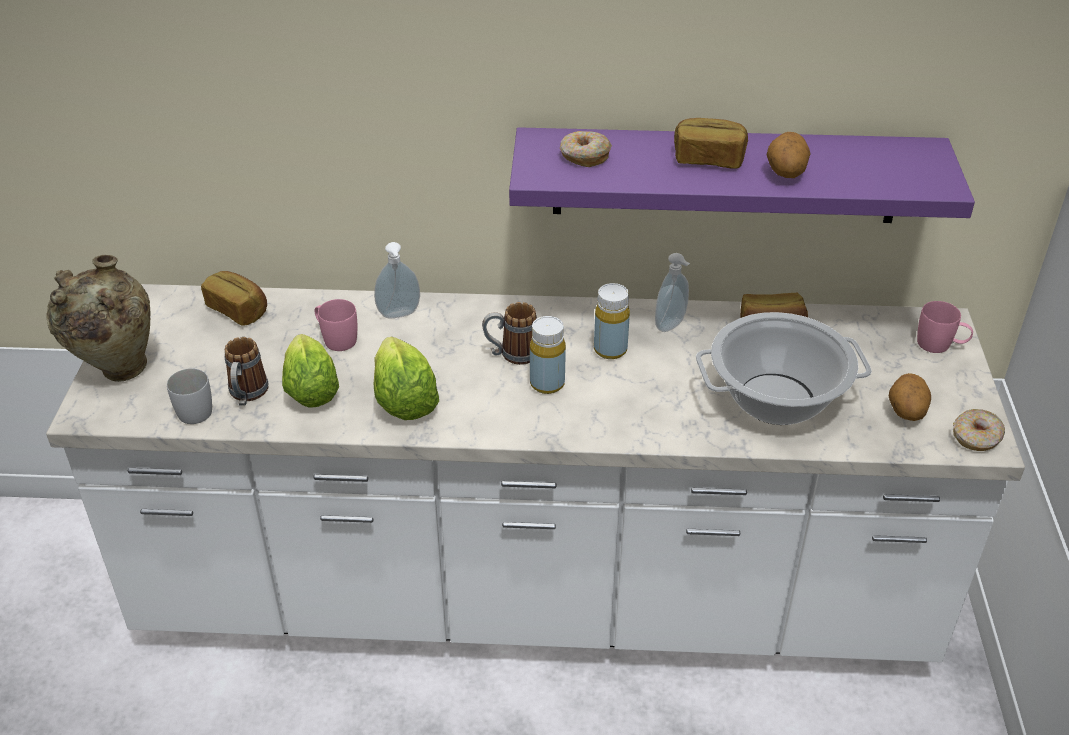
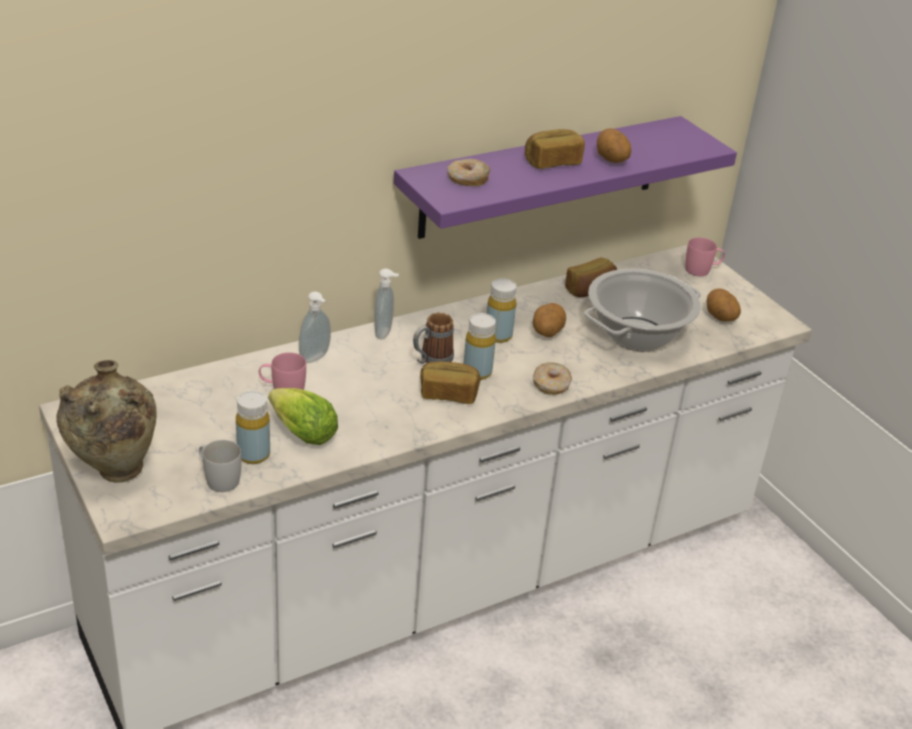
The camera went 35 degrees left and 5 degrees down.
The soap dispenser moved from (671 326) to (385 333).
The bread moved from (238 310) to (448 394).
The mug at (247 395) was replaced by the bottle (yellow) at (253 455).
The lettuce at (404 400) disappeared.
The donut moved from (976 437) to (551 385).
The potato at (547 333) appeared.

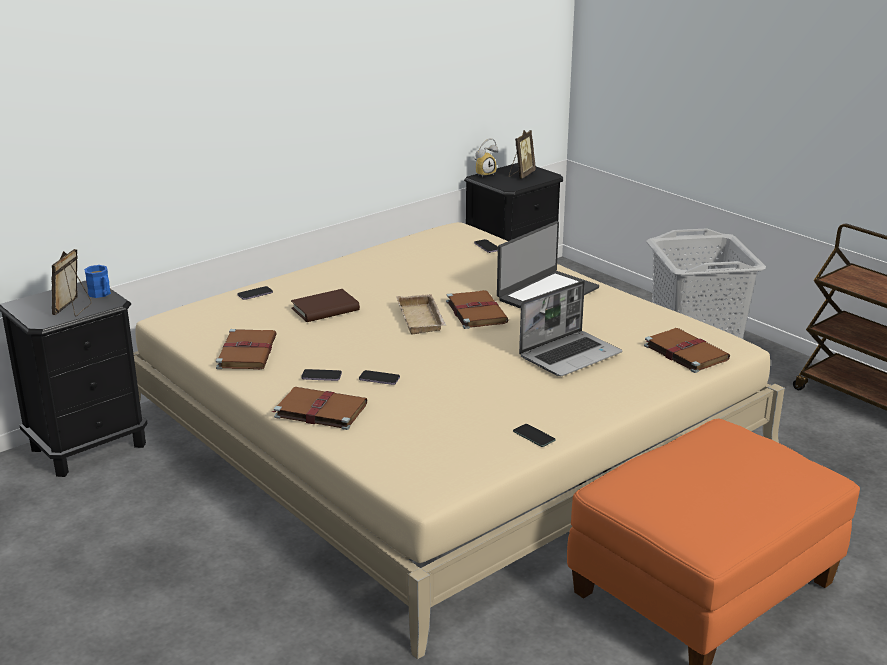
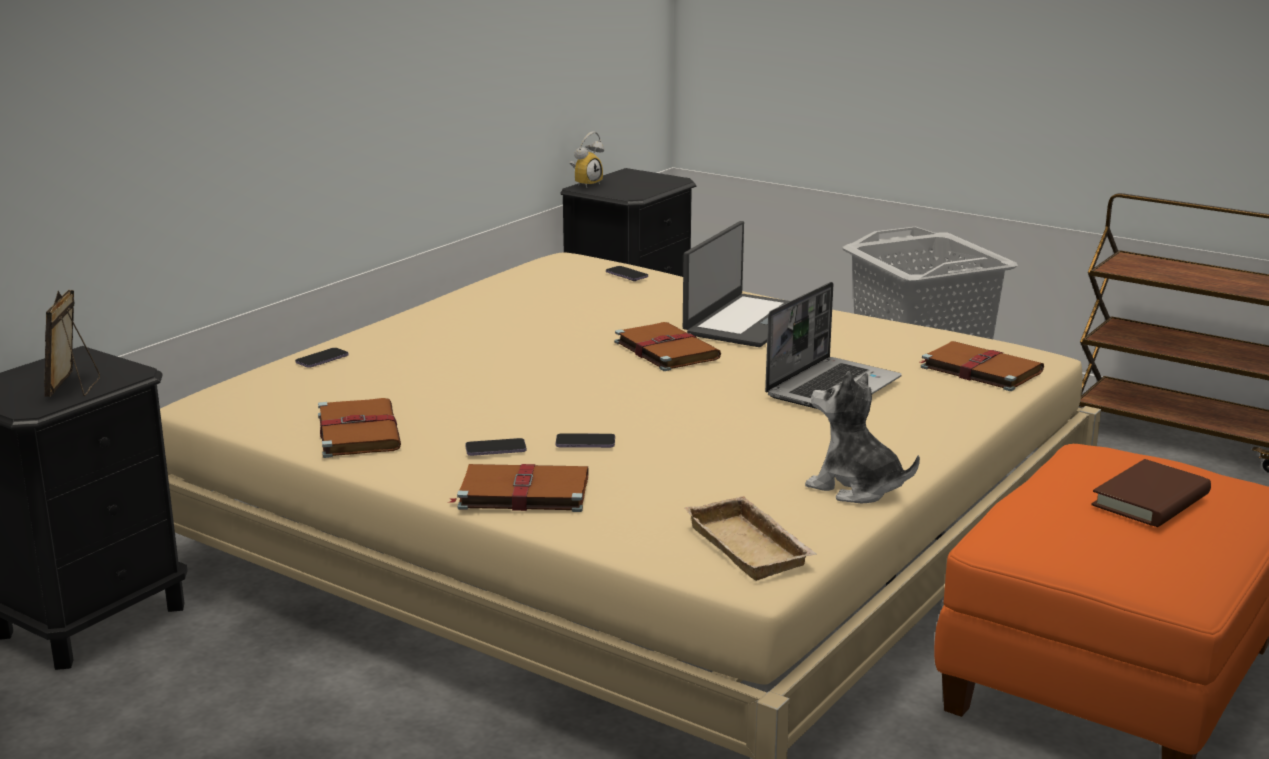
The camera went 15 degrees left and 5 degrees down.
The picture frame at (521 175) disappeared.
The mug (blue) at (101 294) disappeared.
The book (brown) moved from (325 309) to (1151 500).
The tray (beige) moved from (422 319) to (752 547).
The phone at (534 436) was replaced by the plush toy at (855 488).

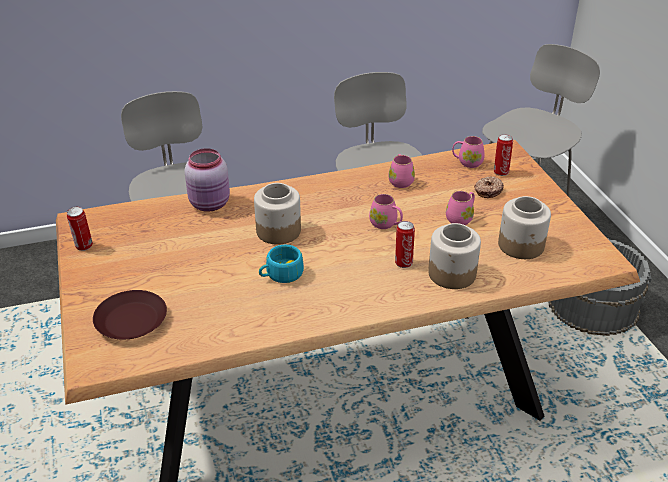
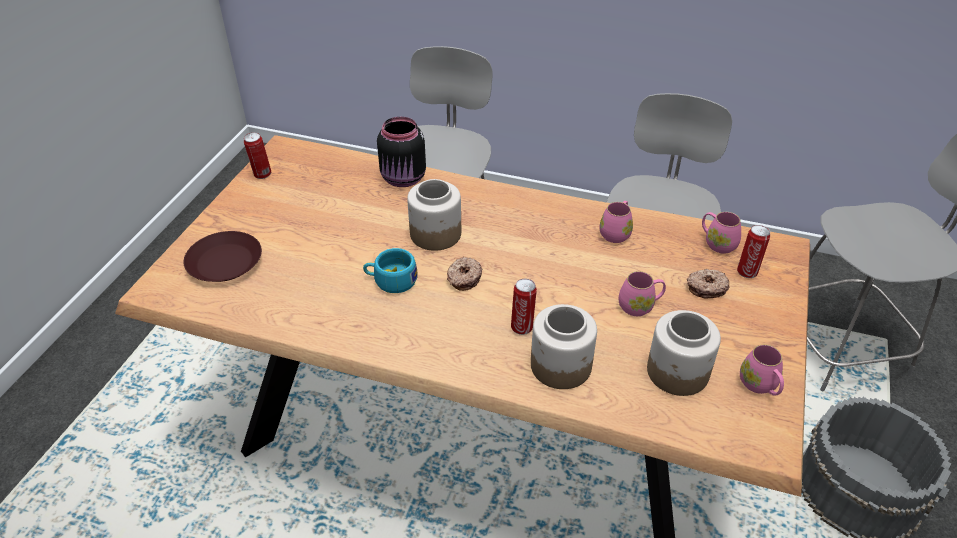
The camera went 35 degrees right and 5 degrees up.
The jar (pink) at (211 204) became the jar (black) at (404 179).
The mug (pink) moved from (386 224) to (760 386).
The donut at (463 278) appeared.

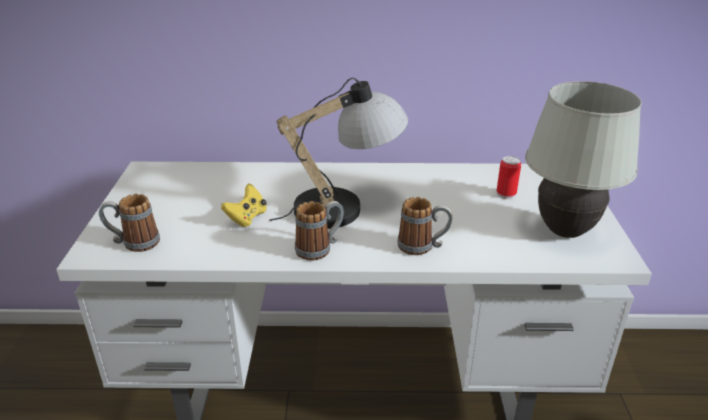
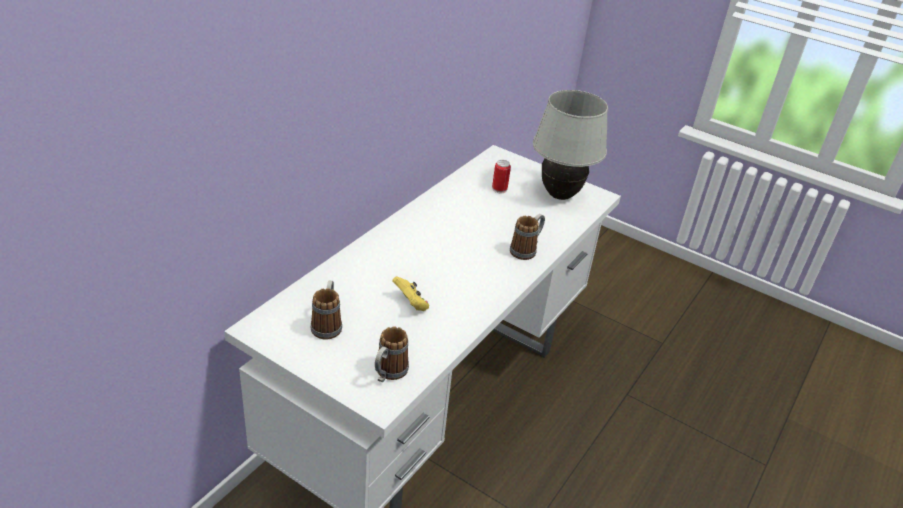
The camera went 60 degrees left and 5 degrees up.
The table lamp at (345 207) disappeared.
The mug moved from (320 248) to (327 324).

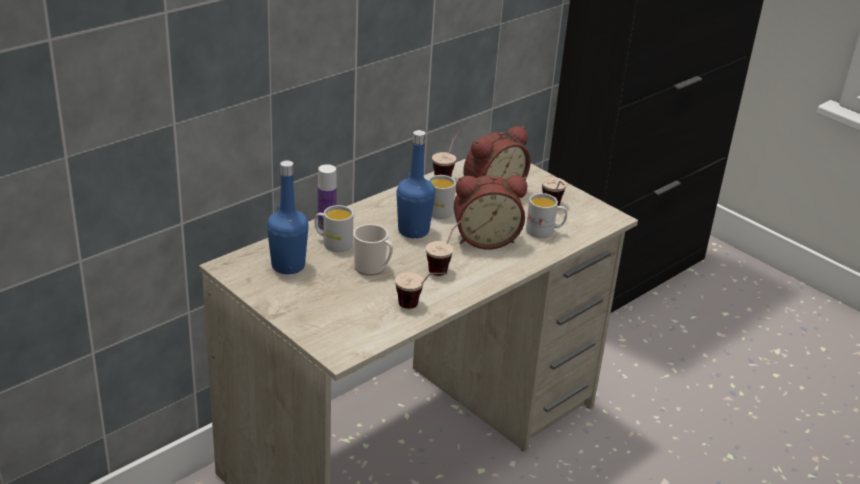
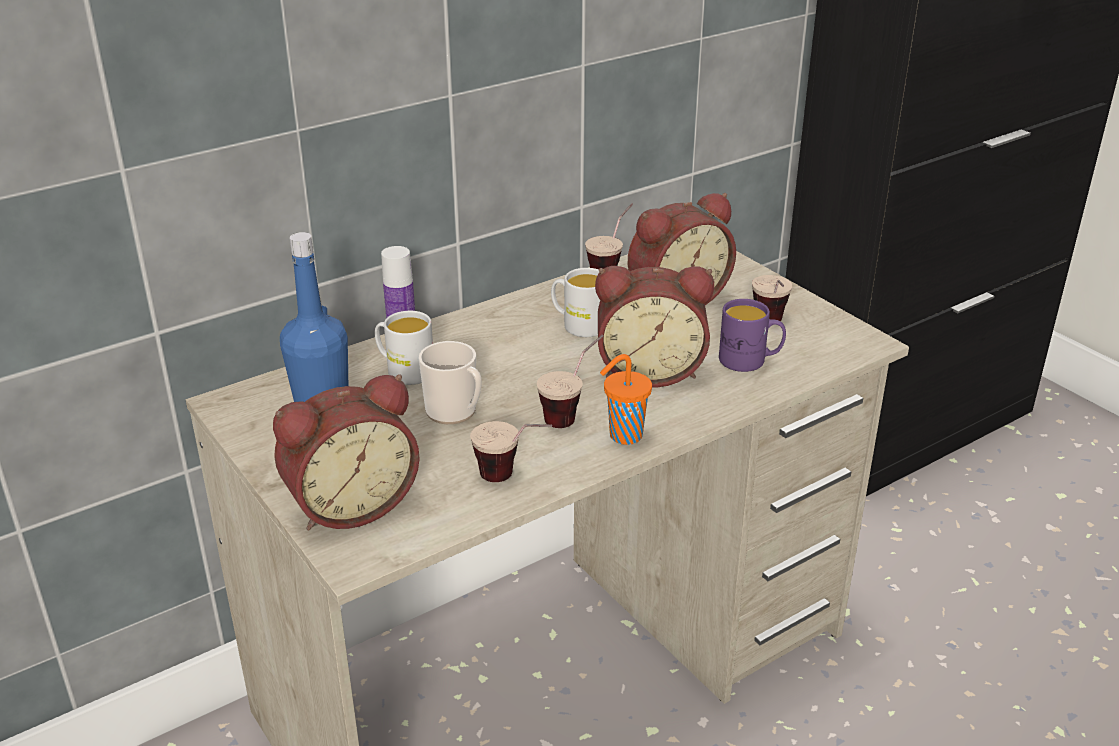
The camera went 10 degrees right and 0 degrees up.
The bottle (blue) at (413 231) disappeared.
The mug (white) at (545 231) became the mug (purple) at (750 361).
The cup (orange) at (623 436) appeared.
The alarm clock at (350 504) appeared.

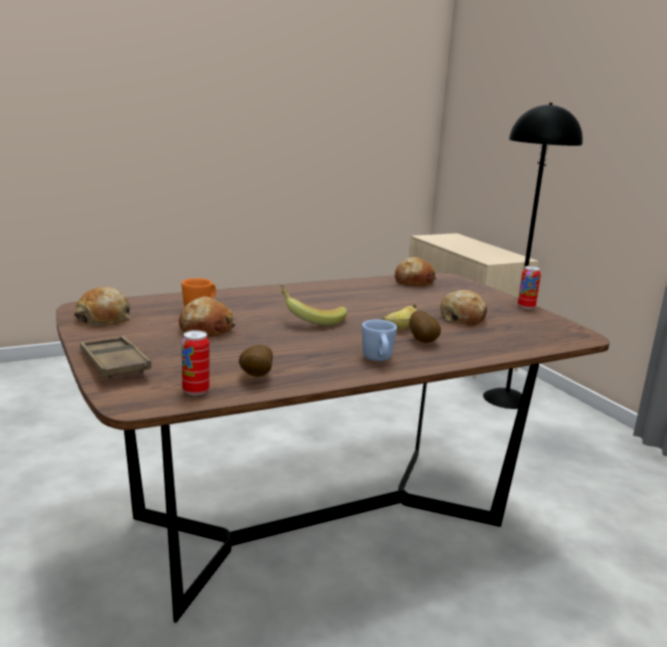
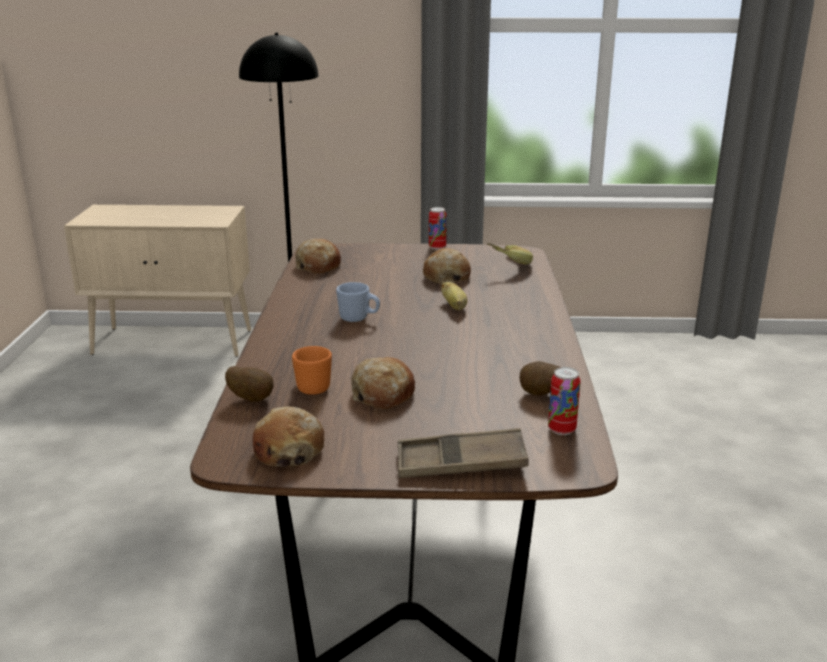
The camera went 60 degrees left and 5 degrees up.
The banana moved from (311 319) to (505 265).
The potato moved from (423 340) to (252 399).
The mug (blue) moved from (378 360) to (359 319).

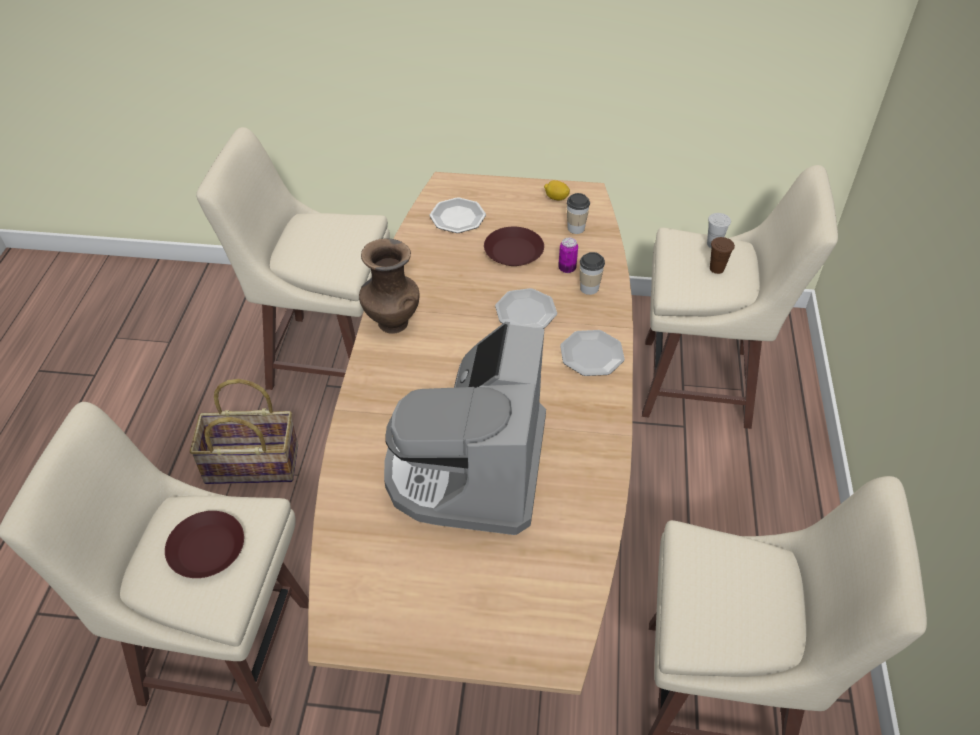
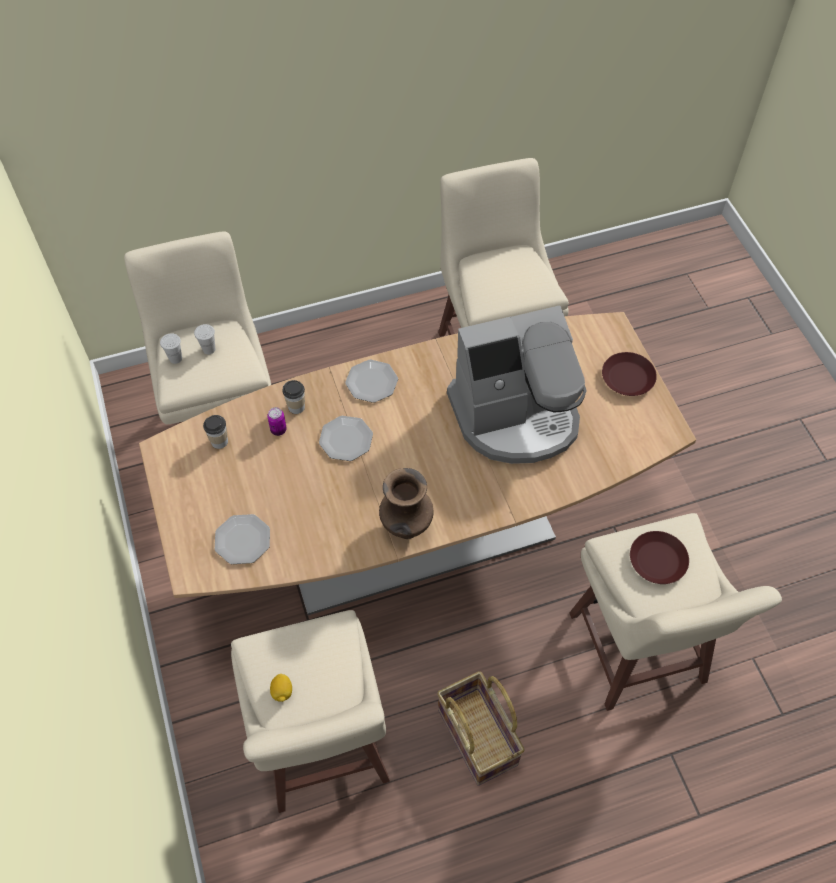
The camera went 115 degrees left and 10 degrees up.
The lemon moved from (556 198) to (282 692).
The plate (brown) moved from (513 251) to (627 378).
The cup (brown) at (716 269) became the cup (white) at (209 349).

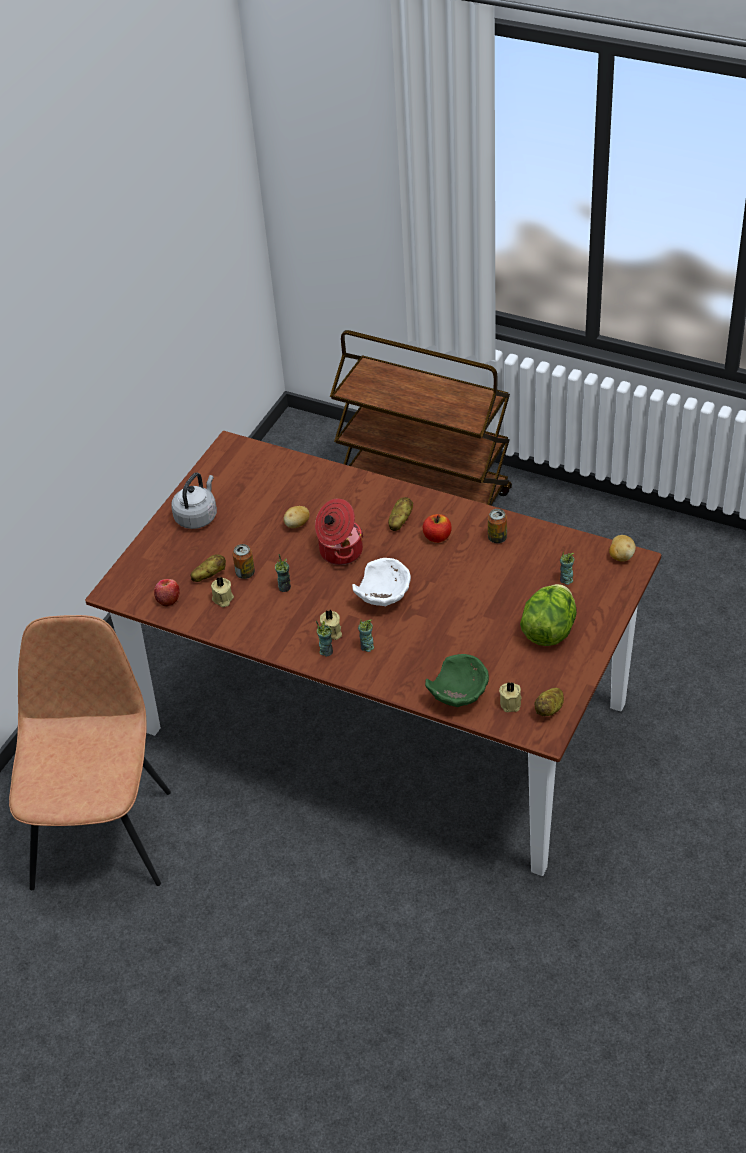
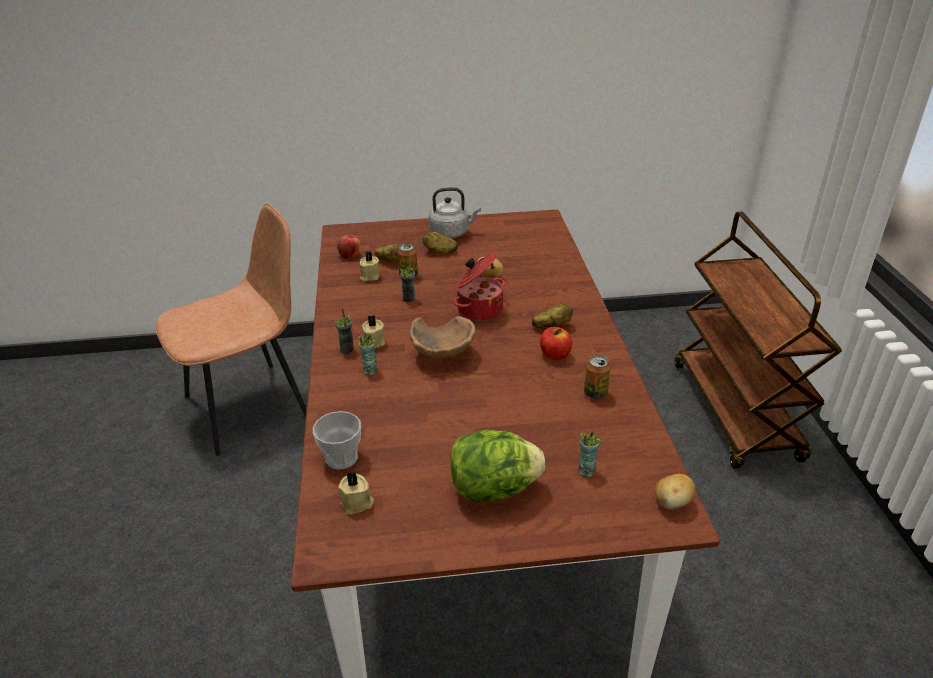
The camera went 55 degrees right and 10 degrees down.
The bowl (white) at (384 598) became the bowl (brown) at (442 355).
The bowl (green) at (459 697) was replaced by the cup at (341 458).
The potato moved from (550 709) to (440 252).

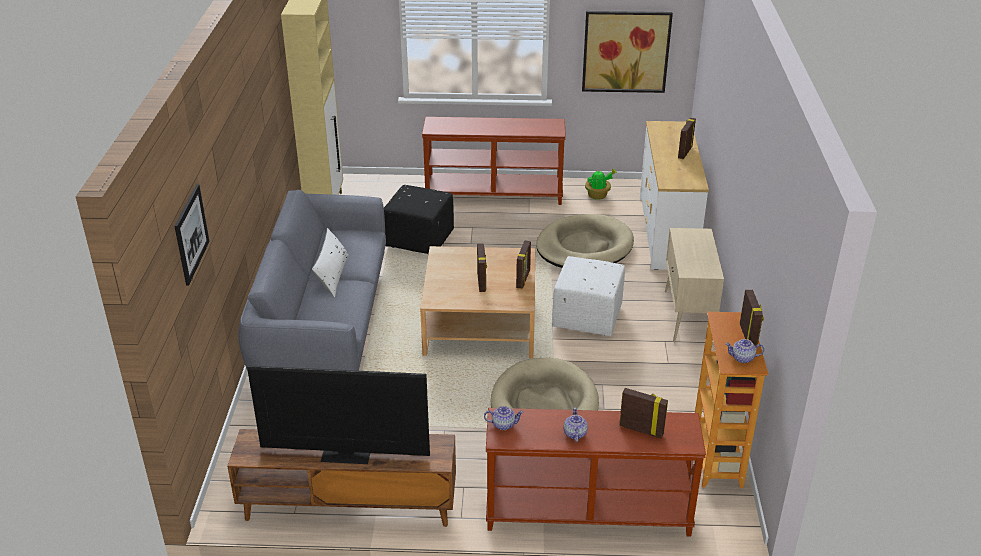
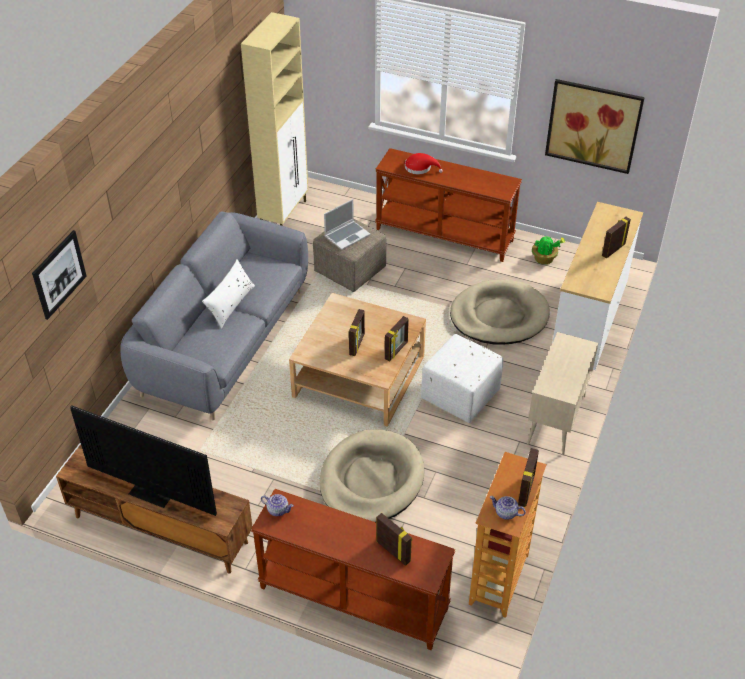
The camera went 20 degrees right and 10 degrees up.
The ottoman (black) at (420 240) became the ottoman (beige) at (351 271).
The teapot at (574 434) disappeared.
The hat (red) at (420 168) appeared.
The laptop at (347 235) appeared.

